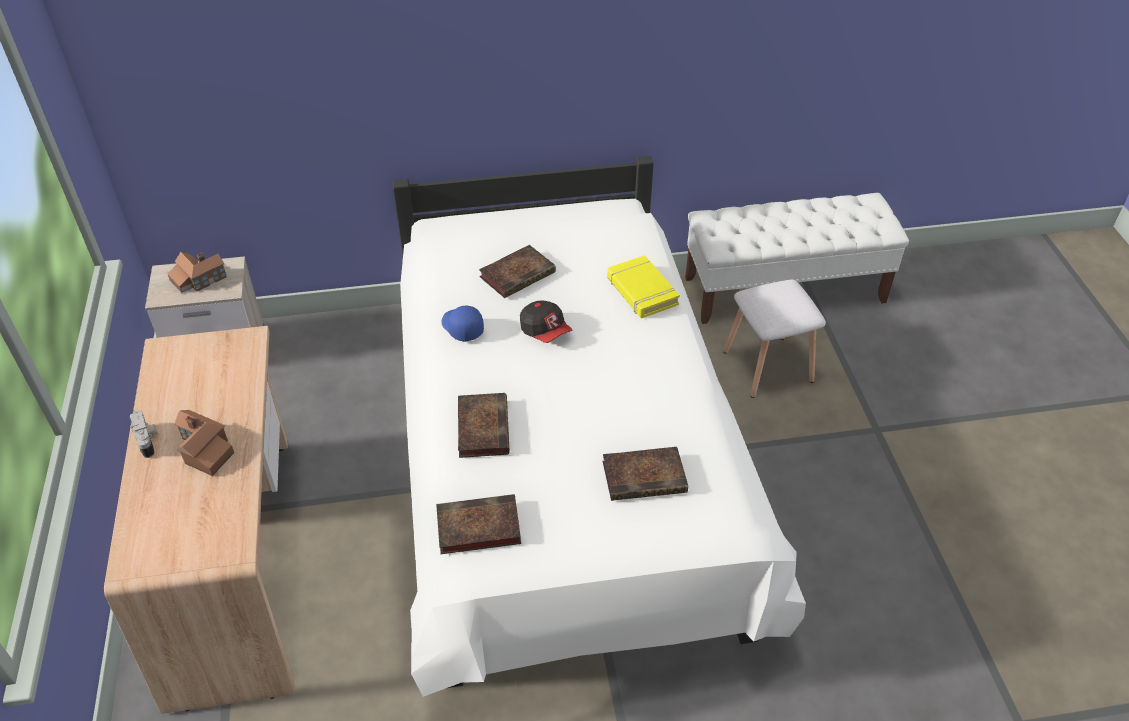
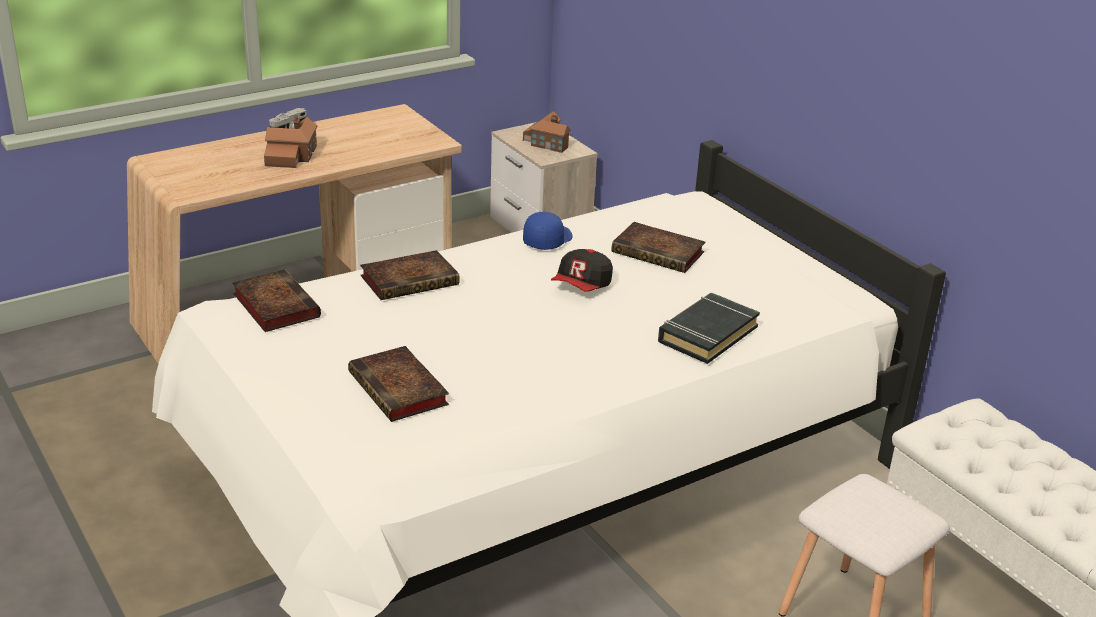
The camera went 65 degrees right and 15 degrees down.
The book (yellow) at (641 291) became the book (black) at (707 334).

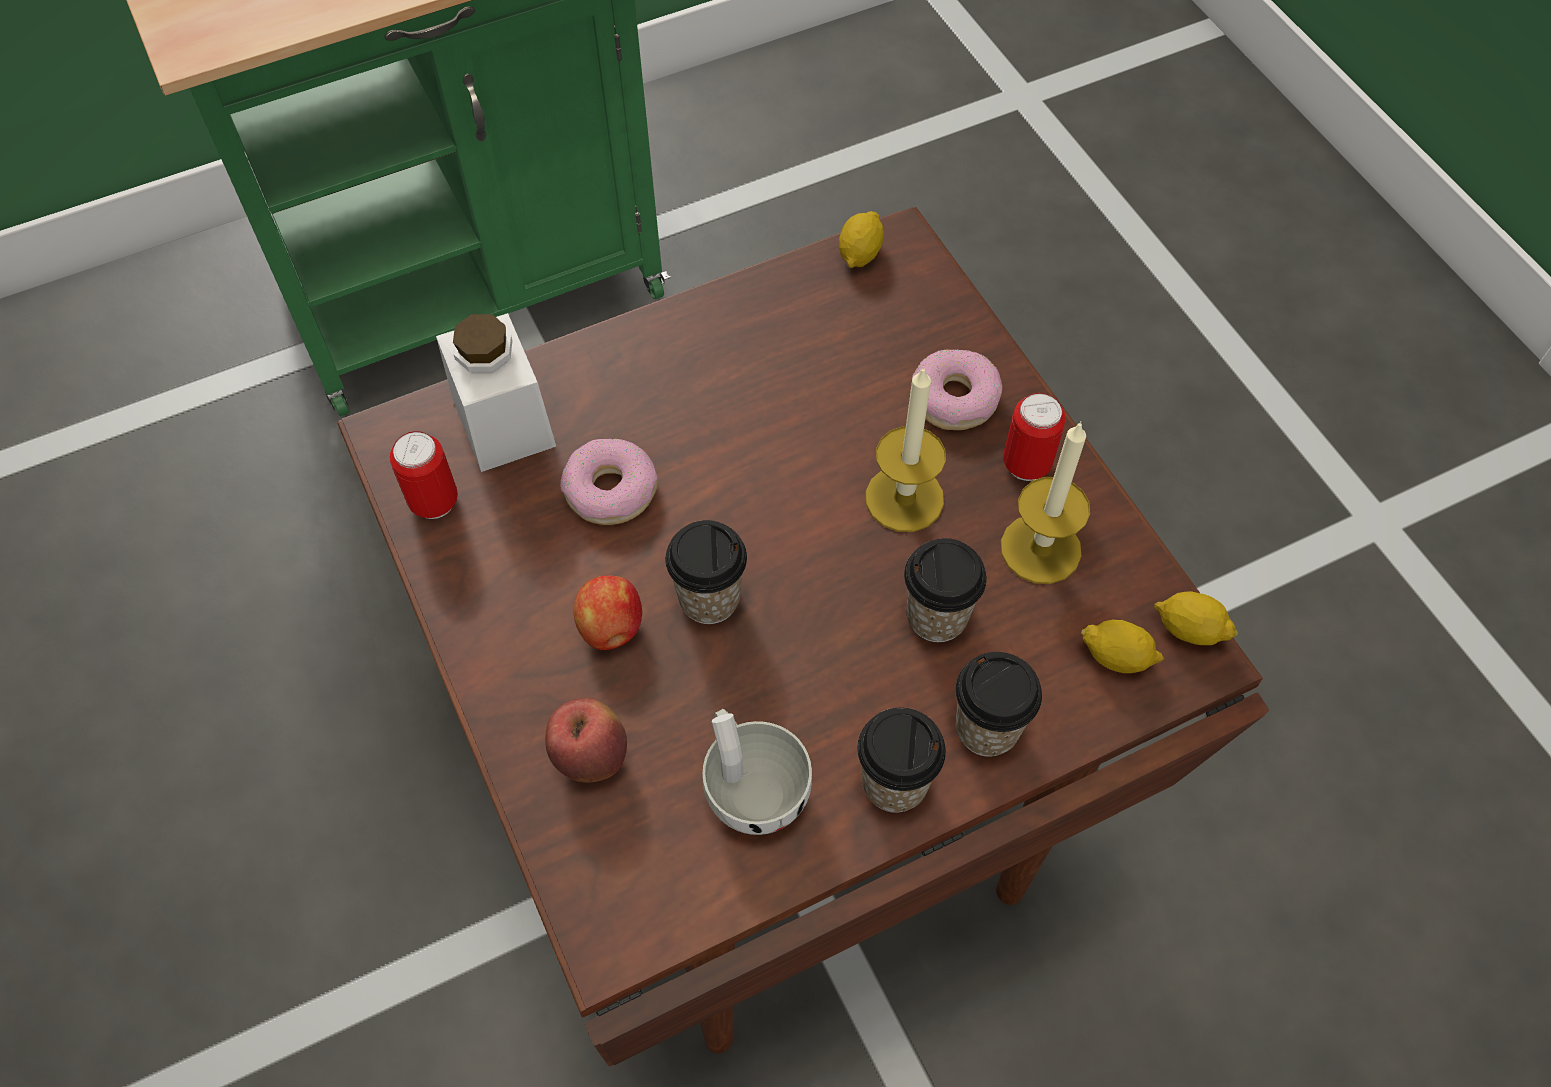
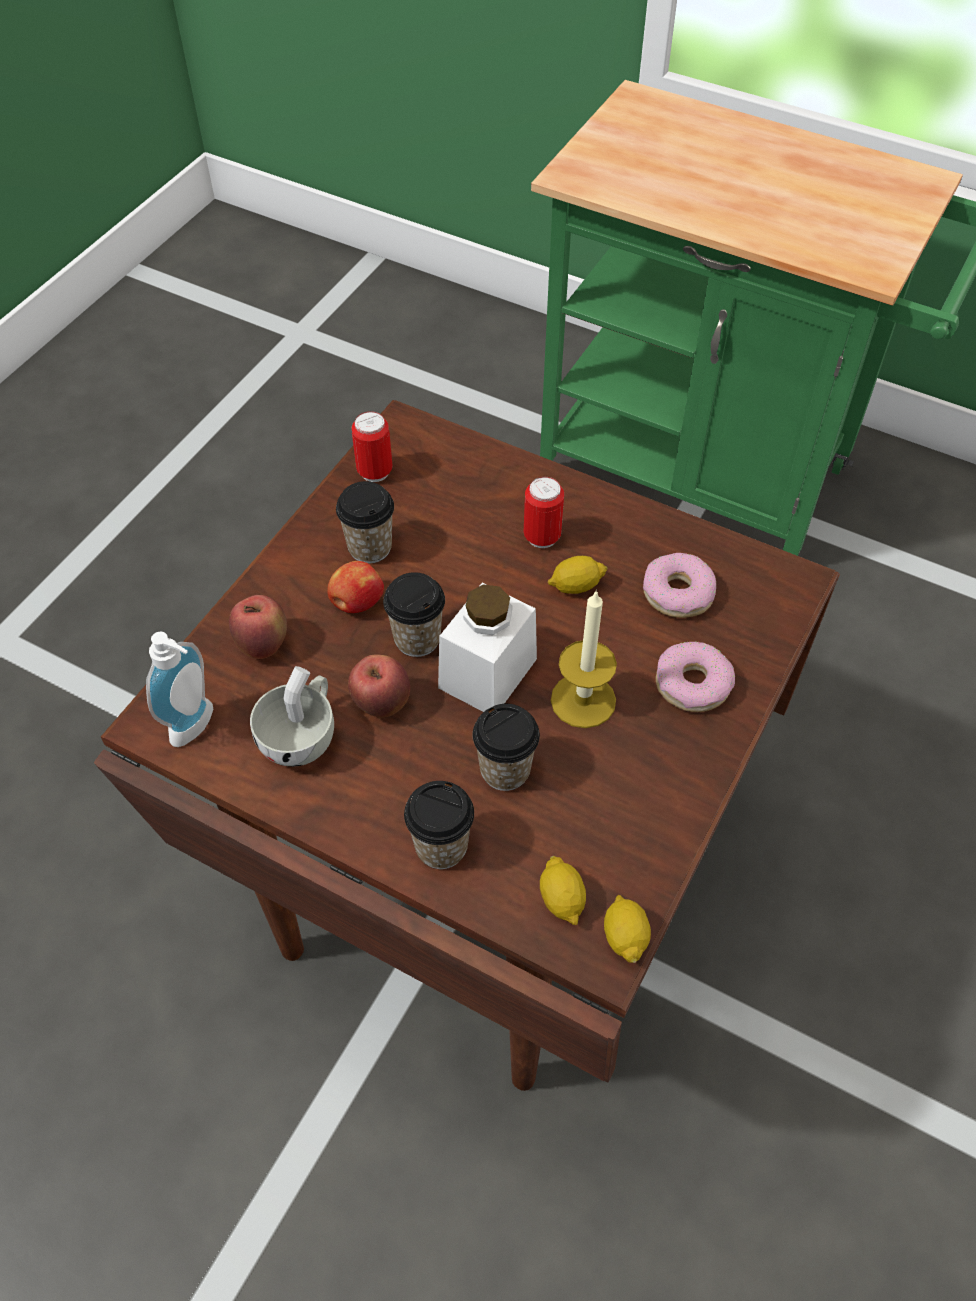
The camera went 55 degrees right and 5 degrees down.
The lemon moved from (860 253) to (576 586).
The jar (white) moved from (503 422) to (487 673).
The can moved from (1026 465) to (542 537).
The candle at (1040 549) disappeared.
The donut moved from (611 490) to (678 593).
The cup moved from (894 783) to (370 547).
The soap dispenser at (197 727) appeared.
The apple at (381 703) appeared.

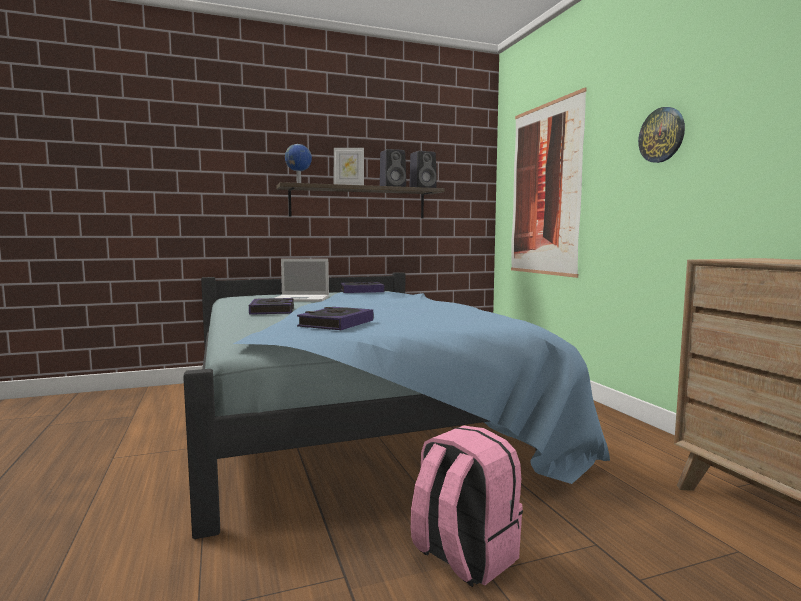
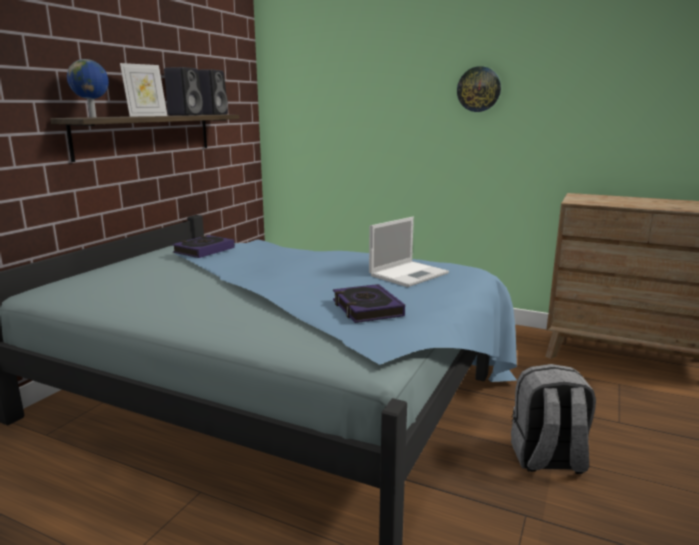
The camera went 45 degrees left and 10 degrees up.
The picture at (544 190) disappeared.
The laptop moved from (302 299) to (409 274).
The book at (272 311) disappeared.
The backpack (pink) at (463 556) became the backpack (grey) at (547 459).

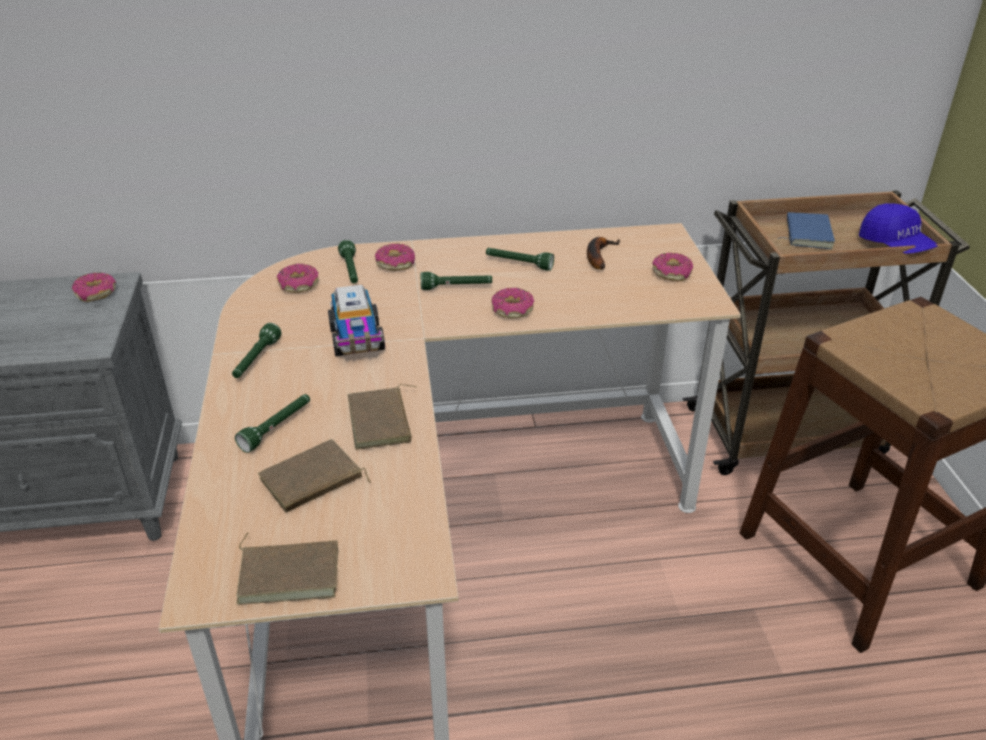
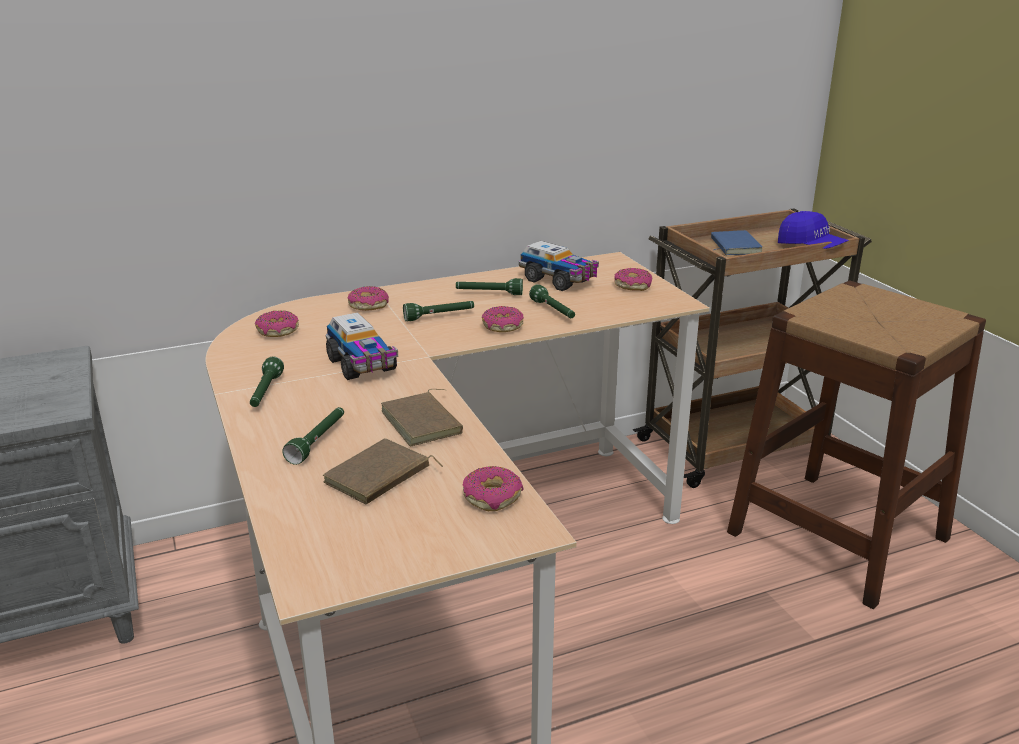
The camera went 15 degrees left and 10 degrees down.
The banana at (598 256) was replaced by the toy truck at (559 281).
The flashlight (green) moved from (351 271) to (553 311).
The donut moved from (96 293) to (492 497).
The book (brown) at (290 573) disappeared.

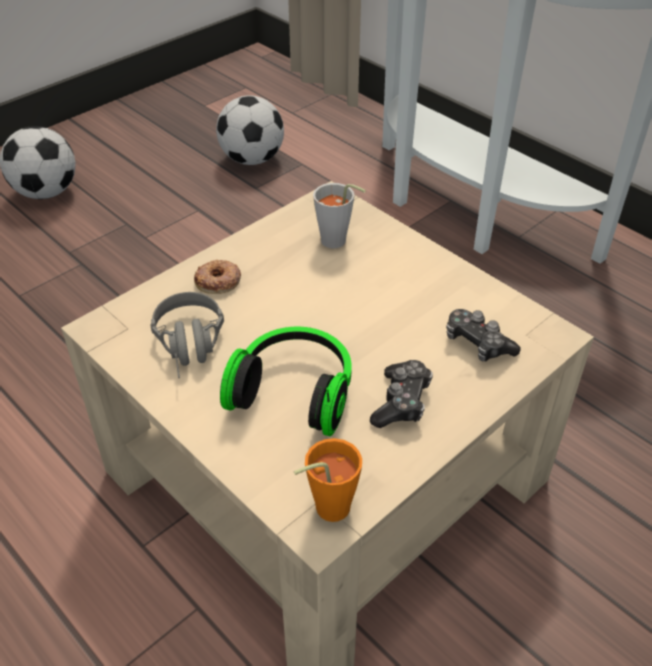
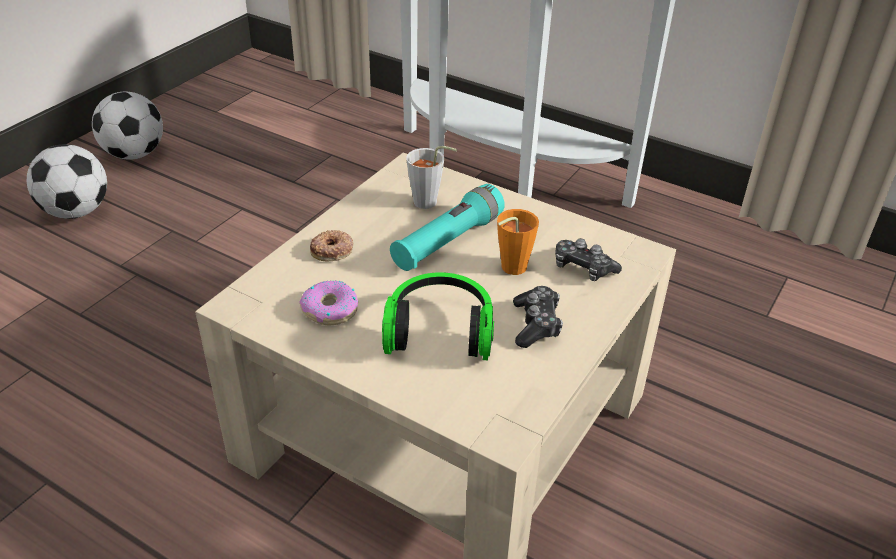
The camera went 15 degrees left and 5 degrees down.
The football moved from (252 159) to (134 154).
The headphones (grey) at (191 348) was replaced by the donut at (330 310).
The cup (orange) moved from (325 510) to (509 269).
The flashlight (turquoise) at (448 241) appeared.

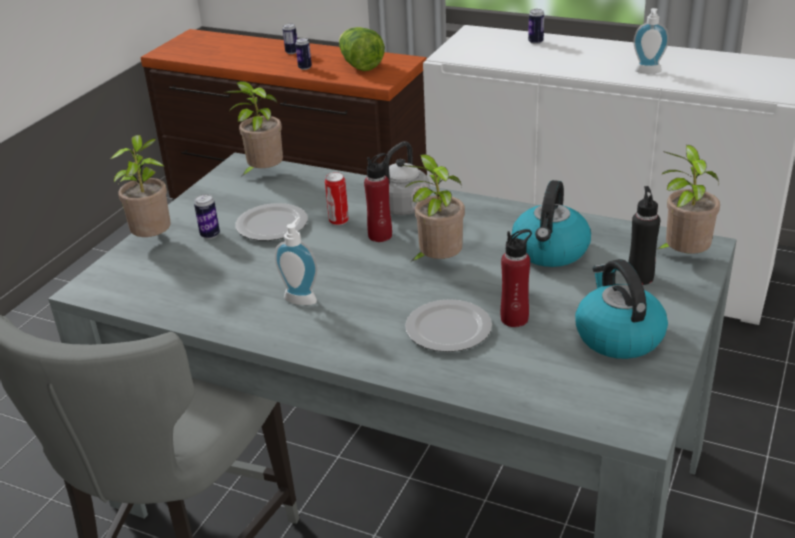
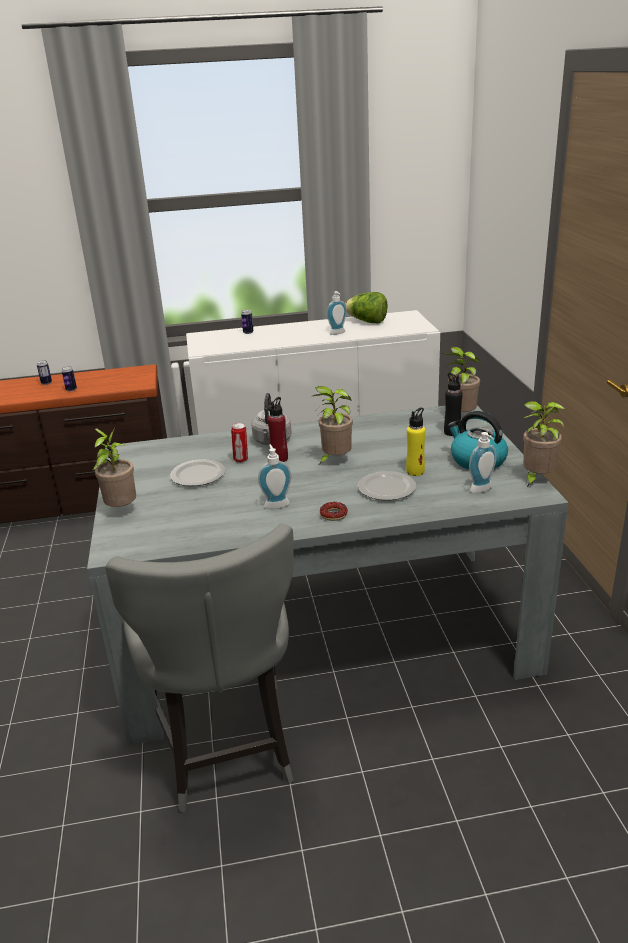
The camera went 35 degrees left and 5 degrees down.
The lettuce moved from (360 65) to (367 322).
The potted plant moved from (264 174) to (536 479).
The kettle at (550 251) disappeared.
The can at (210 235) disappeared.
The bottle (red) at (514 319) became the bottle (yellow) at (415 471).
The soap dispenser at (483 490) appeared.
The donut at (333 515) appeared.

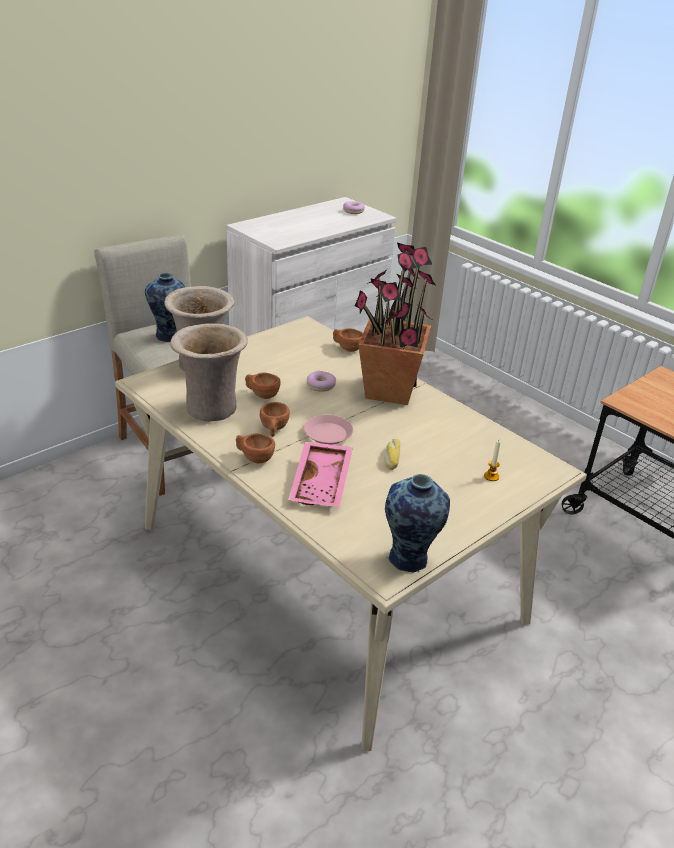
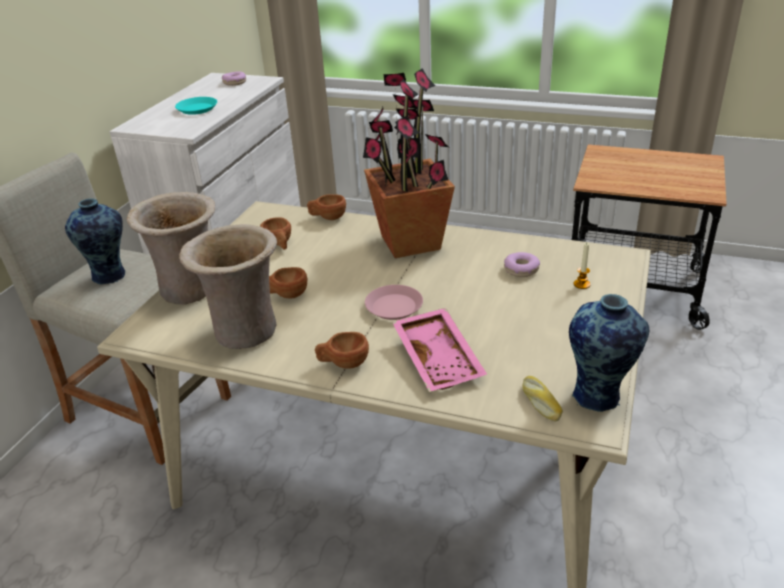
The camera went 25 degrees left and 0 degrees up.
The donut moved from (321 385) to (521 269).
The cup (brown) moved from (274 429) to (279 244).
The bread moved from (392 457) to (539 403).
The plate (turquoise) at (197 109) appeared.

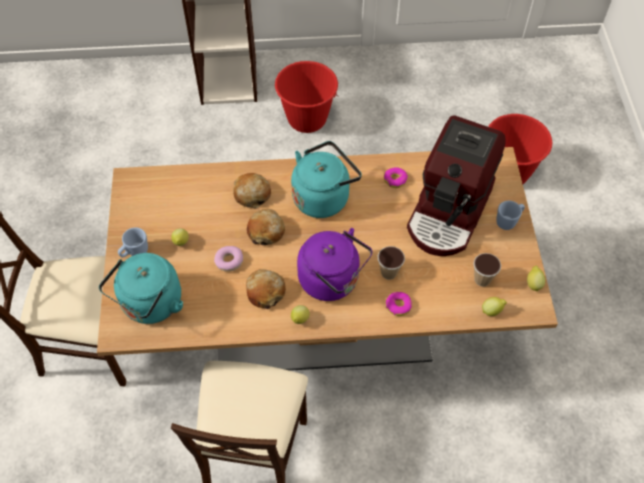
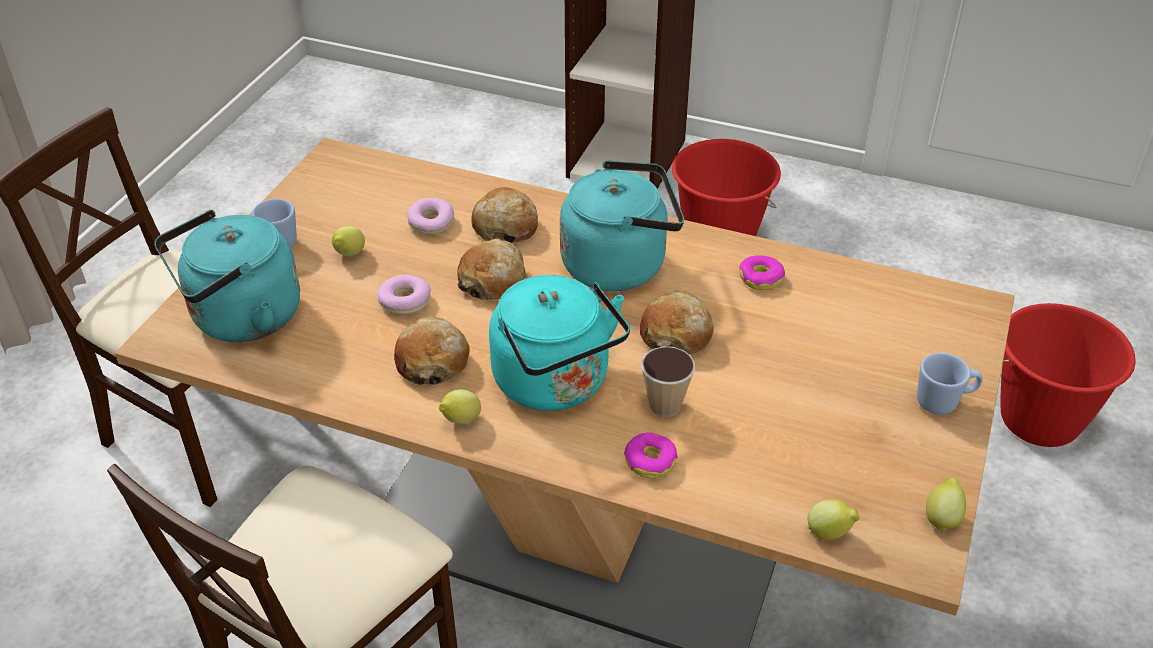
The camera went 25 degrees right and 15 degrees down.
The coffee machine at (449 213) disappeared.
The kettle (purple) at (332 281) became the kettle (turquoise) at (556 384).
The cup at (482 279) disappeared.
The donut at (431 223) appeared.
The bread at (676 335) appeared.

